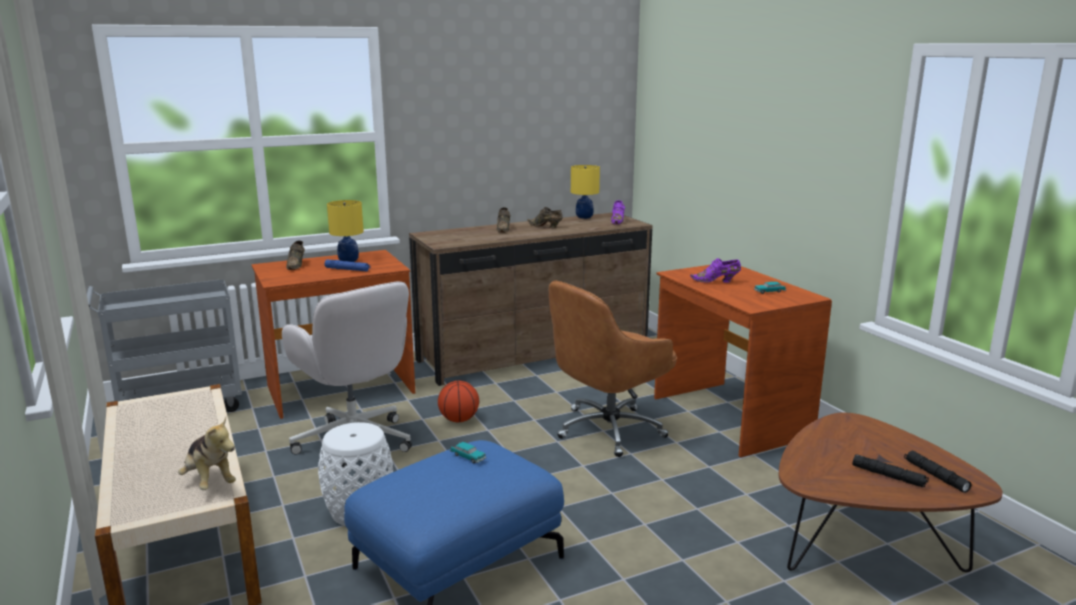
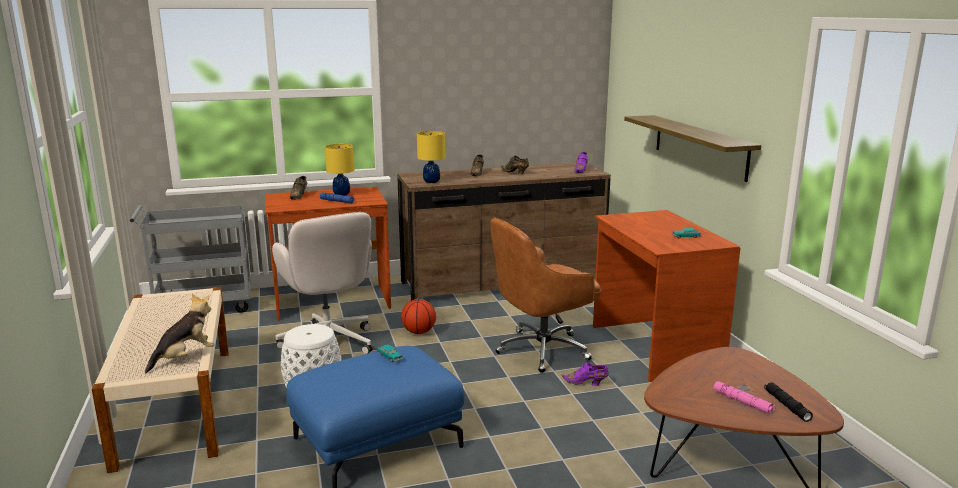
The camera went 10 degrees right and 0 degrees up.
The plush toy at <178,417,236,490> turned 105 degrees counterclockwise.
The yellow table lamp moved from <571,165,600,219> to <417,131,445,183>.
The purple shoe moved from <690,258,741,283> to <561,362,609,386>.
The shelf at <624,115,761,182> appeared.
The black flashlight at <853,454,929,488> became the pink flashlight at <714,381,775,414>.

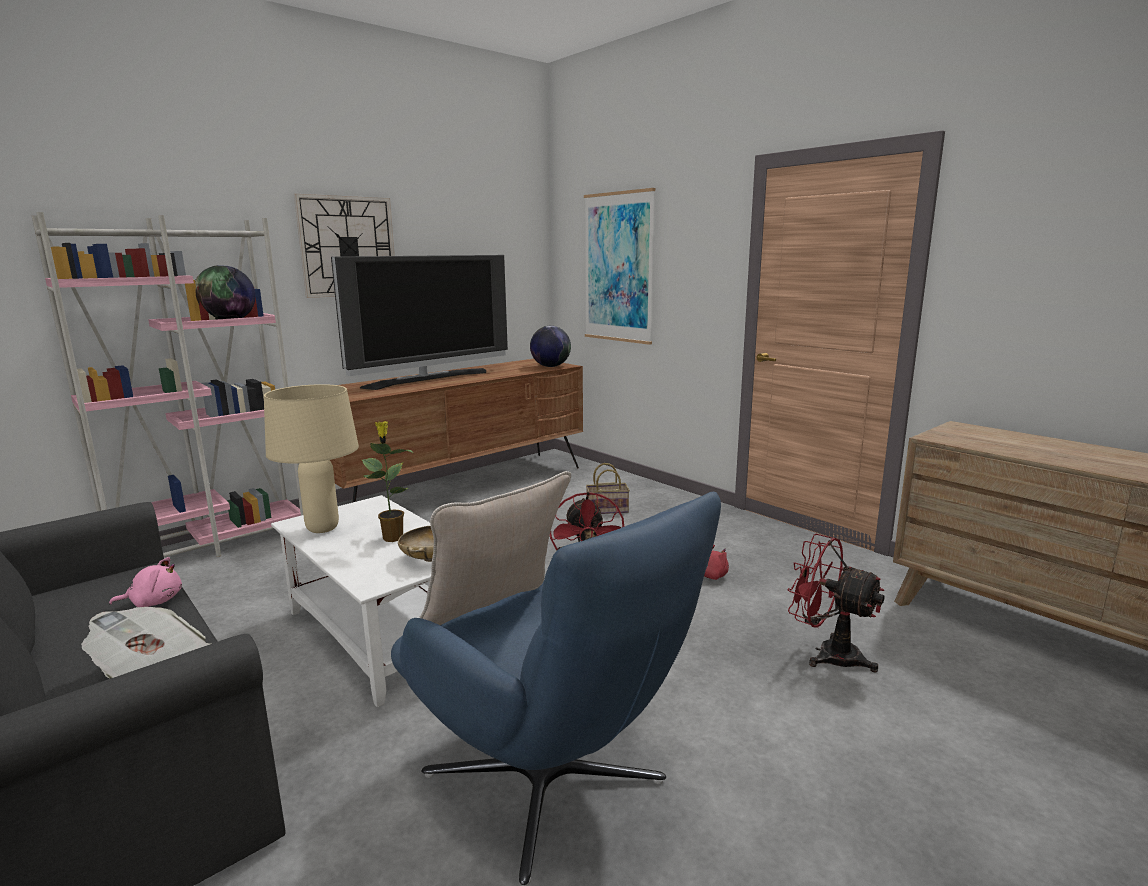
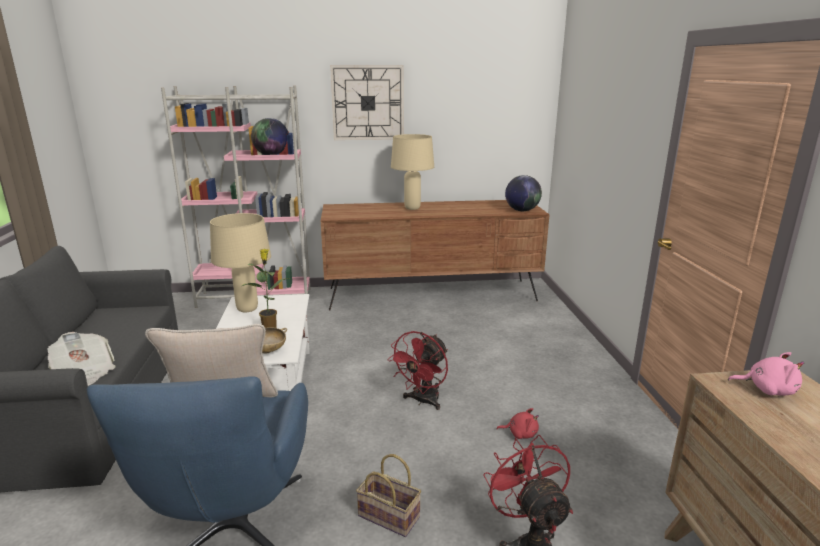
The camera went 35 degrees right and 5 degrees up.
The basket moved from <586,463,630,514> to <356,454,421,537>.
The television at <331,255,508,390> was replaced by the beige table lamp at <391,134,434,210>.
The pink plush toy moved from <109,557,182,607> to <728,352,805,396>.
The picture at <584,188,655,345> disappeared.

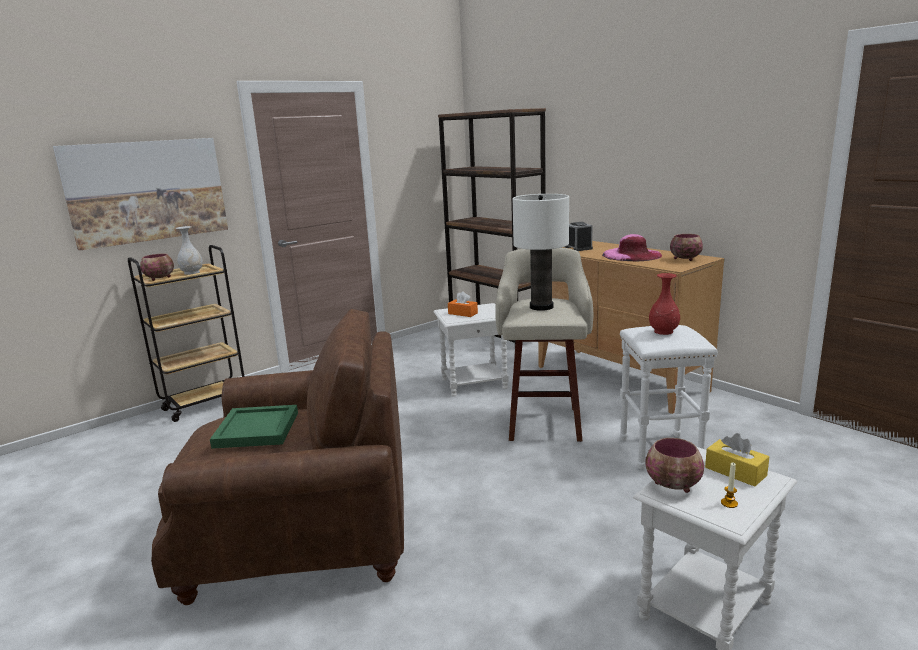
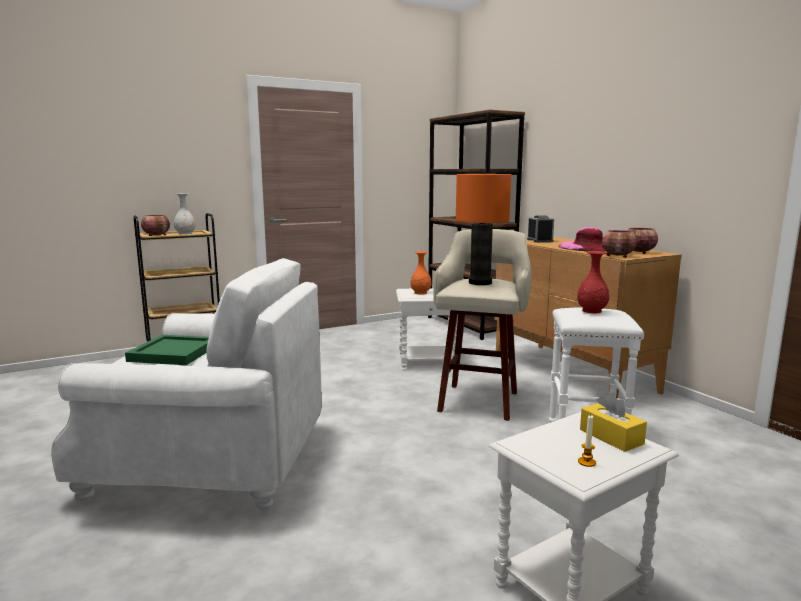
The camera went 10 degrees right and 5 degrees down.
The brown armchair at <151,309,404,605> became the white armchair at <51,258,322,512>.
The orange tissue box at <448,291,478,317> was replaced by the orange vase at <410,251,432,294>.
The white table lamp at <513,194,569,311> became the orange table lamp at <456,172,511,285>.
The bowl moved from <645,438,704,493> to <602,230,637,258>.
The picture at <53,138,228,251> disappeared.

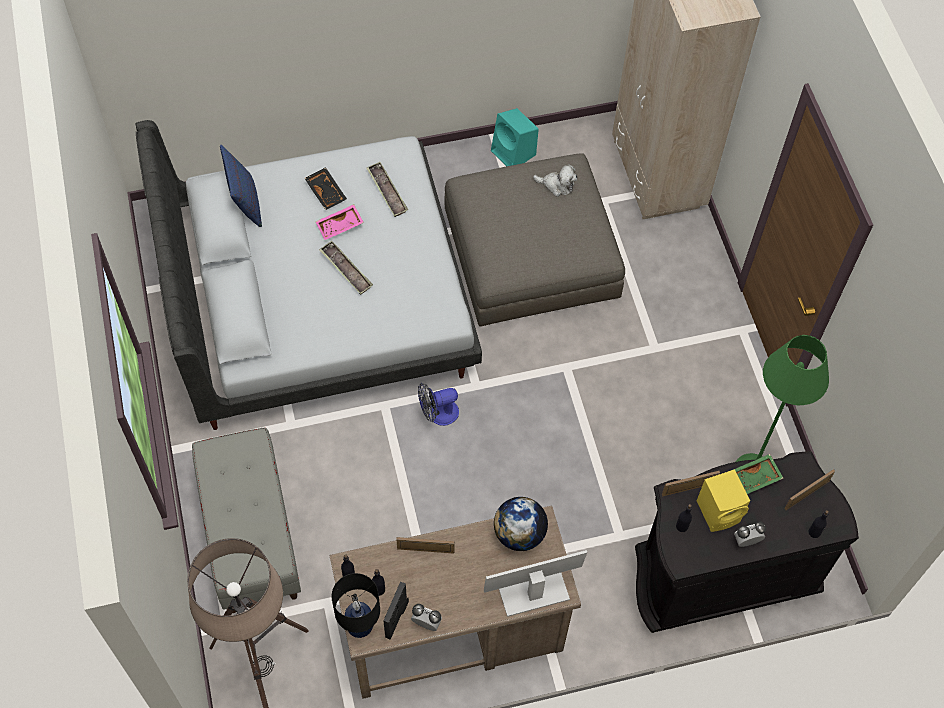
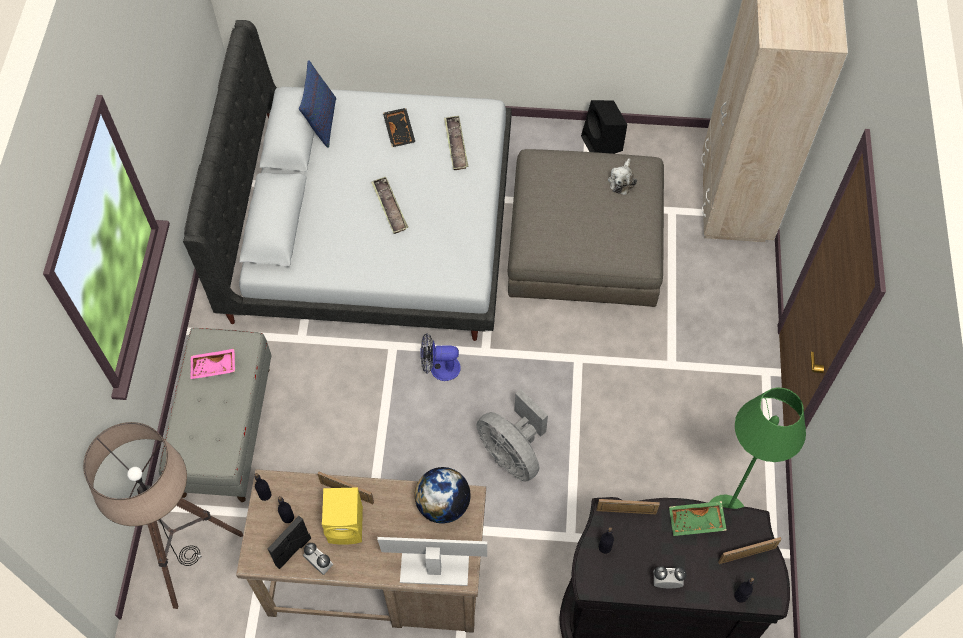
The camera went 20 degrees right and 0 degrees up.
The pink tray moved from <316,204,364,240> to <190,349,235,379>.
The yellow speaker moved from <697,469,750,532> to <322,487,363,545>.
The grey fan at <477,389,548,481> appeared.
The turquoise speaker at <491,108,539,166> became the black speaker at <581,100,627,154>.
The plush toy at <533,164,577,197> turned 75 degrees clockwise.
The black table lamp at <332,573,380,638> disappeared.

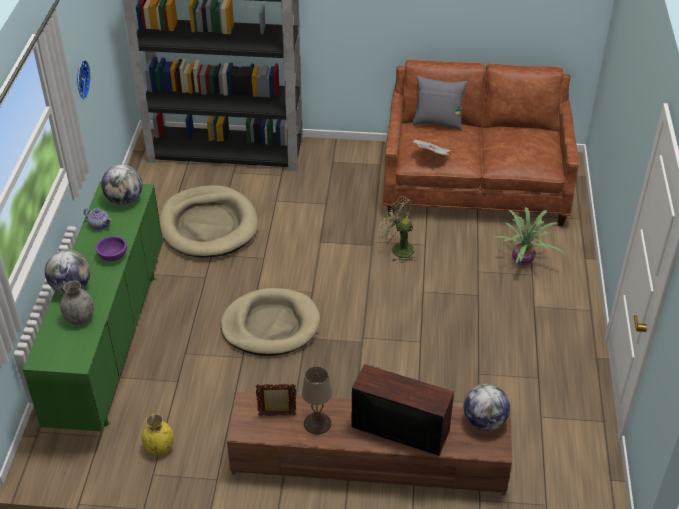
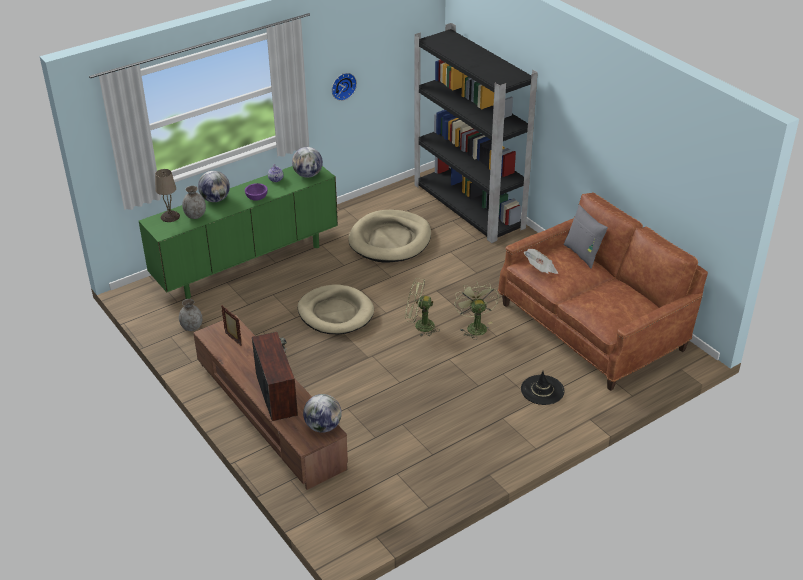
The camera went 50 degrees right and 5 degrees down.
The beige table lamp moved from <302,366,332,435> to <155,169,180,222>.
The yellow vase at <142,414,174,455> became the grey vase at <179,299,202,331>.
The green fan at <405,278,440,336> appeared.
The potted plant at <494,207,565,266> was replaced by the black hat at <521,371,565,405>.

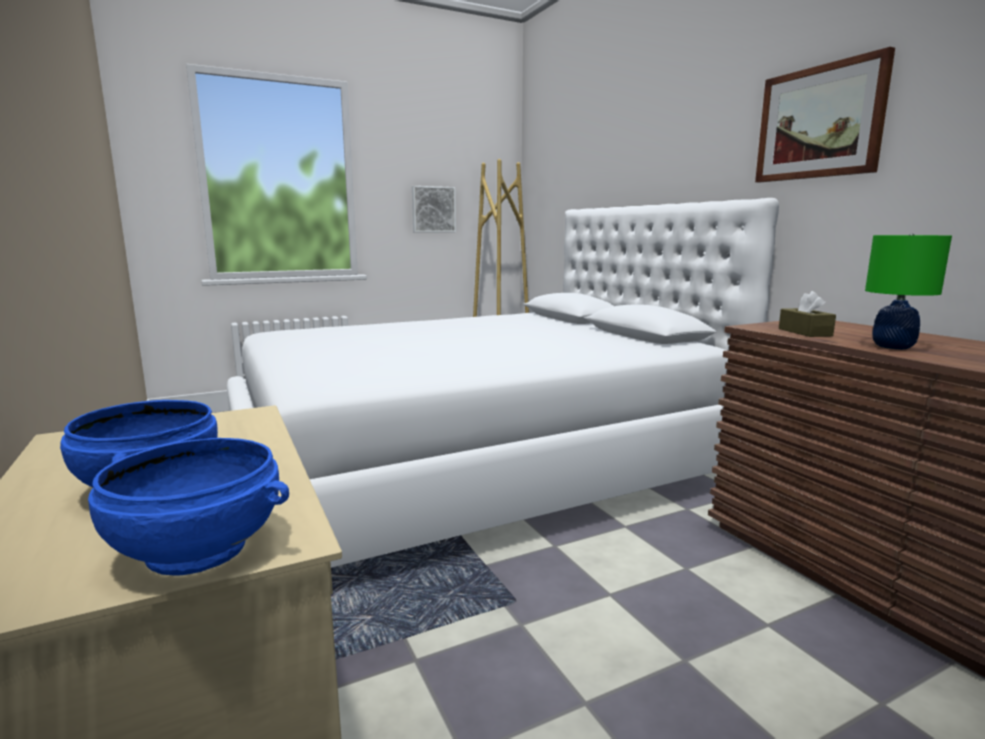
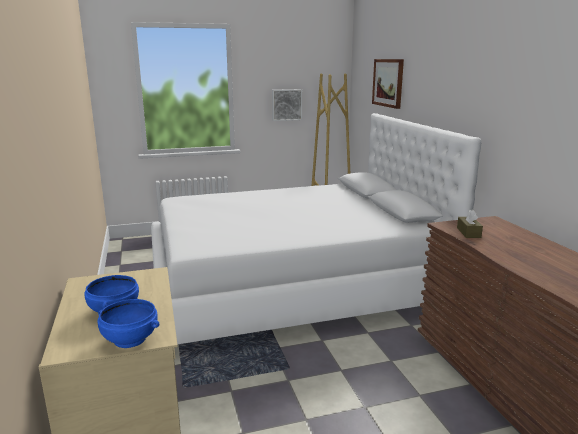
The camera went 10 degrees right and 5 degrees up.
The picture moved from <755,47,895,182> to <372,59,404,109>.
The green table lamp at <865,233,952,350> disappeared.

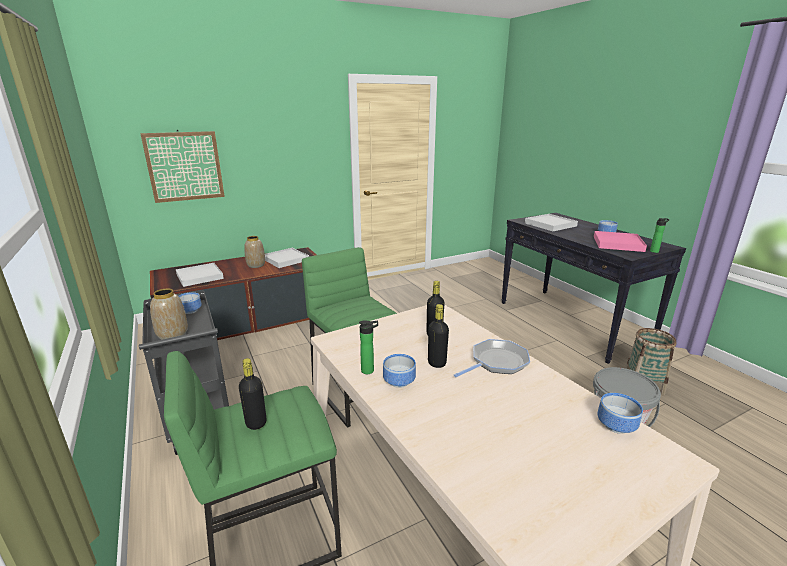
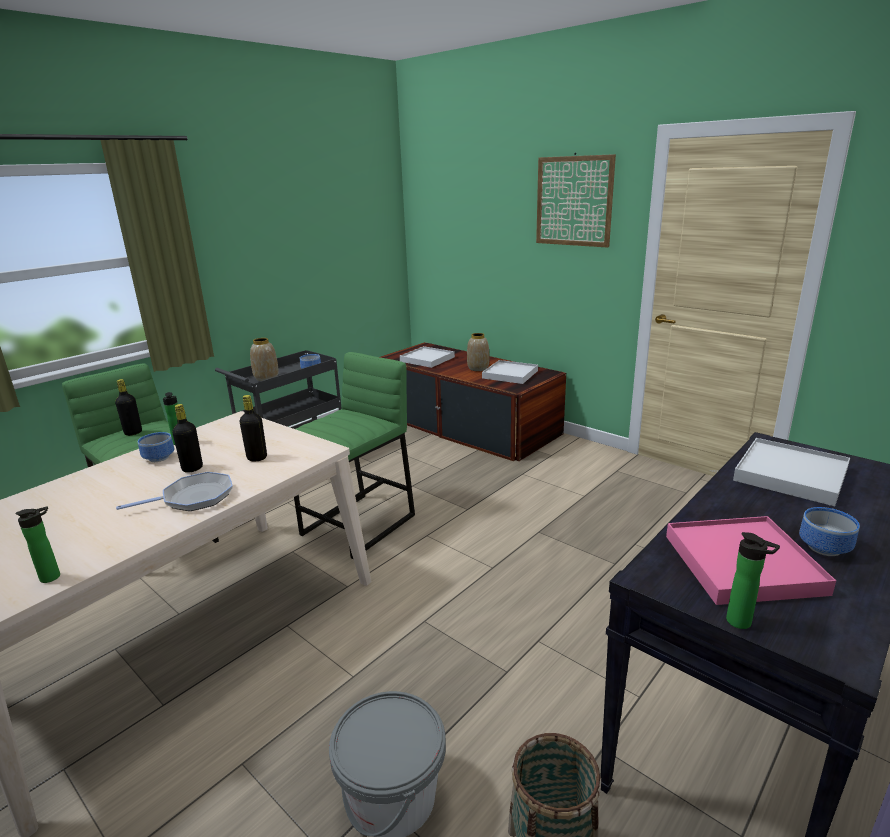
The camera went 70 degrees right and 0 degrees up.
The bowl at <597,393,643,434> was replaced by the bottle at <15,506,60,583>.
The frying pan at <453,339,530,377> turned 60 degrees counterclockwise.
The picture moved from <140,130,225,203> to <536,153,616,248>.

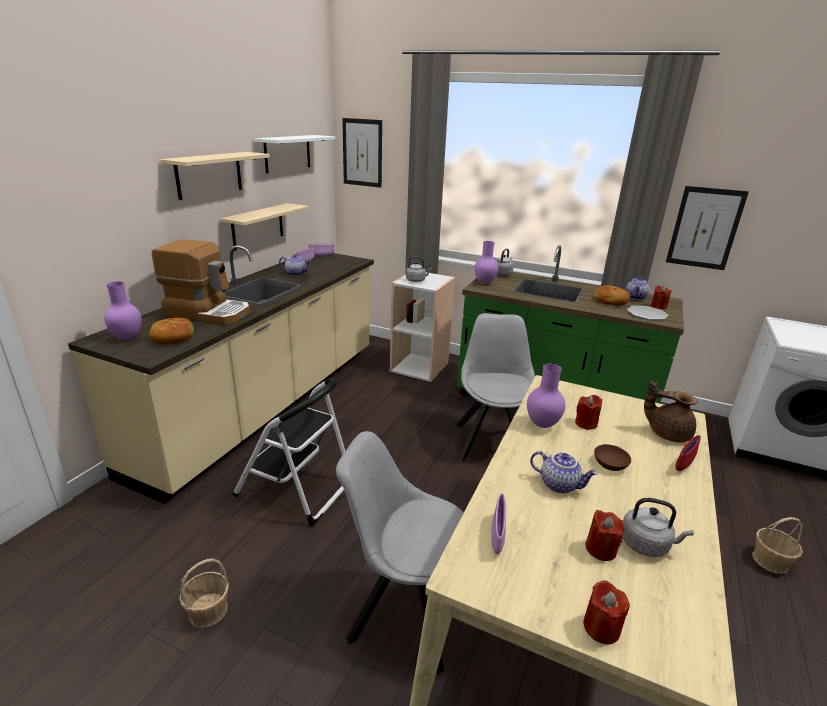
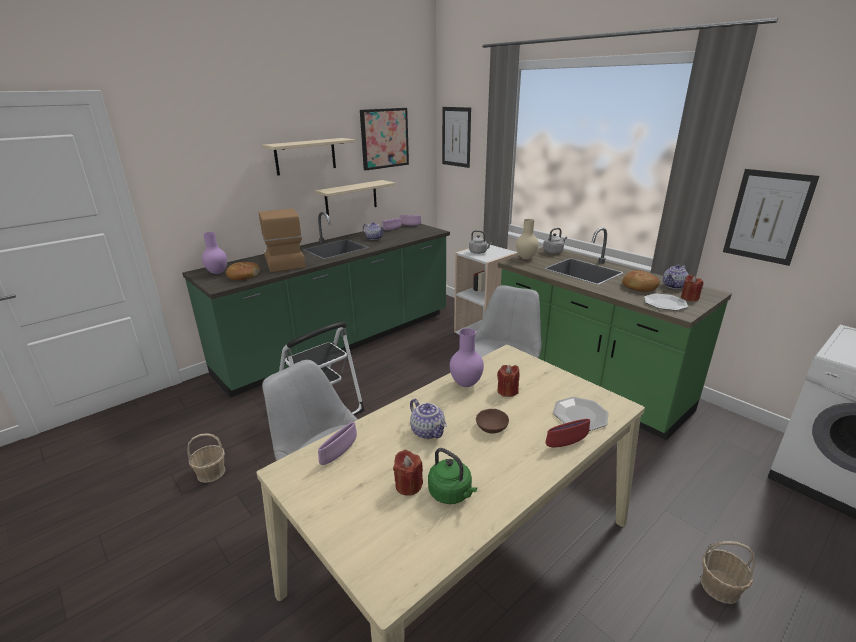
The camera went 25 degrees right and 0 degrees up.
The beige counter at <68,245,374,504> became the green counter at <182,212,450,398>.
The coffee machine at <152,239,250,325> turned 150 degrees counterclockwise.
The white shelf at <255,135,335,173> was replaced by the picture at <360,108,409,170>.
The grey kettle at <622,498,694,557> became the green kettle at <428,448,477,504>.
The purple vase at <474,241,498,284> became the beige vase at <516,219,539,259>.
The brown teapot at <644,380,697,443> was replaced by the plate at <553,397,609,431>.
The red candle at <583,580,630,644> disappeared.

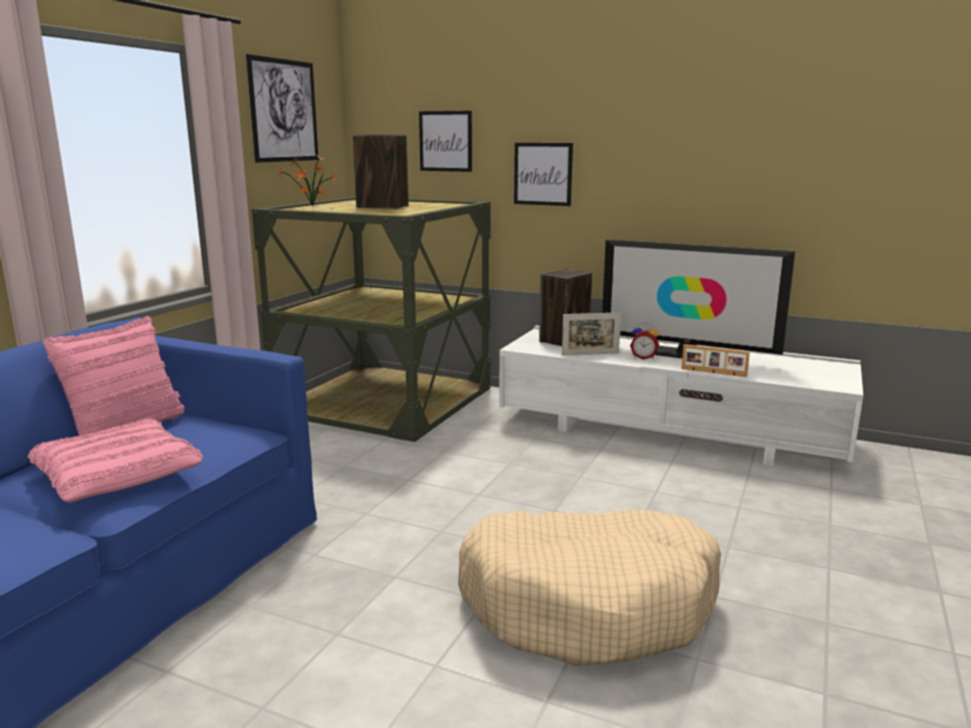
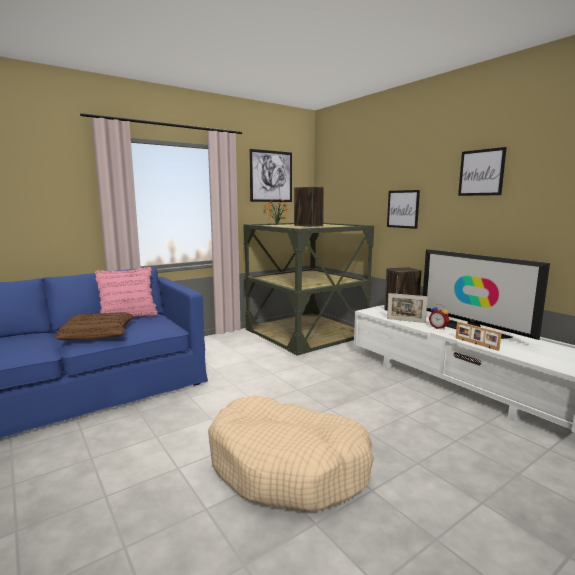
The camera went 30 degrees right and 5 degrees down.
The pink pillow at <27,418,203,503> became the brown pillow at <56,312,133,340>.
The picture moved from <419,111,472,172> to <458,147,507,196>.

